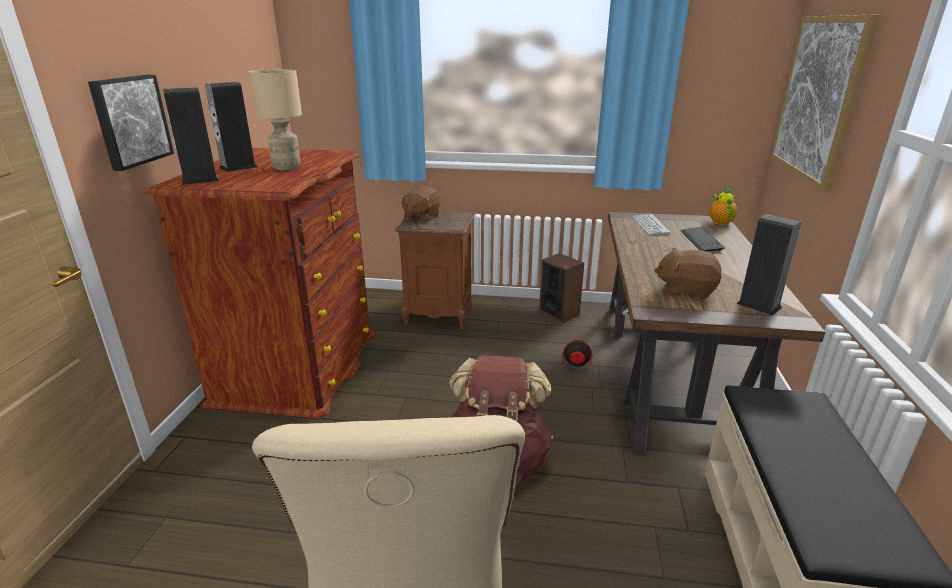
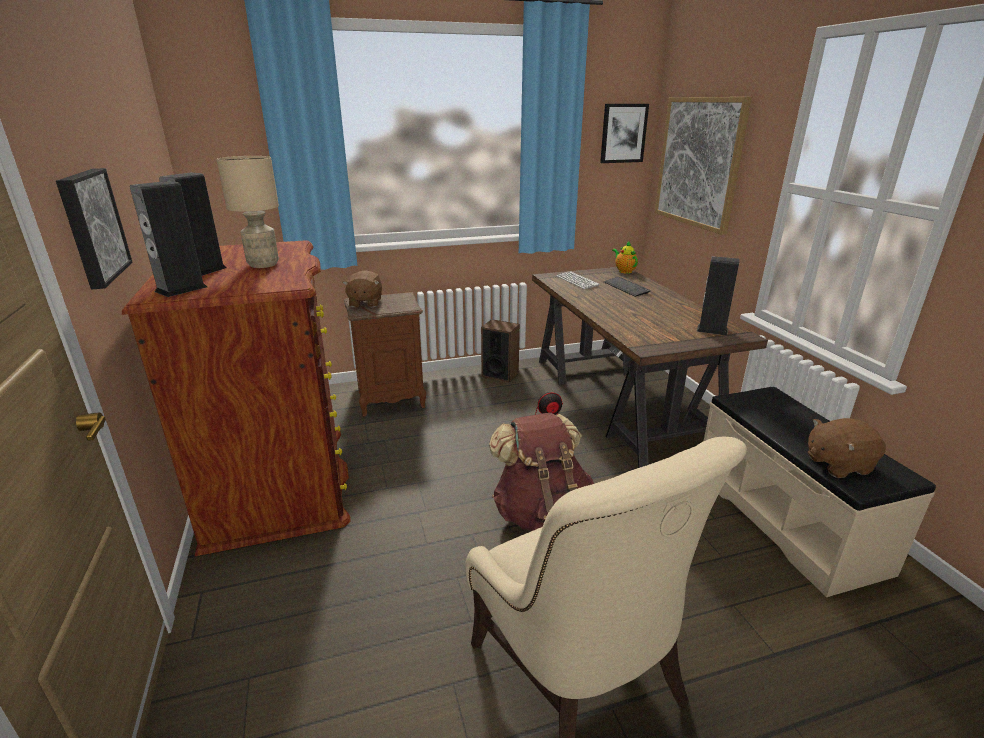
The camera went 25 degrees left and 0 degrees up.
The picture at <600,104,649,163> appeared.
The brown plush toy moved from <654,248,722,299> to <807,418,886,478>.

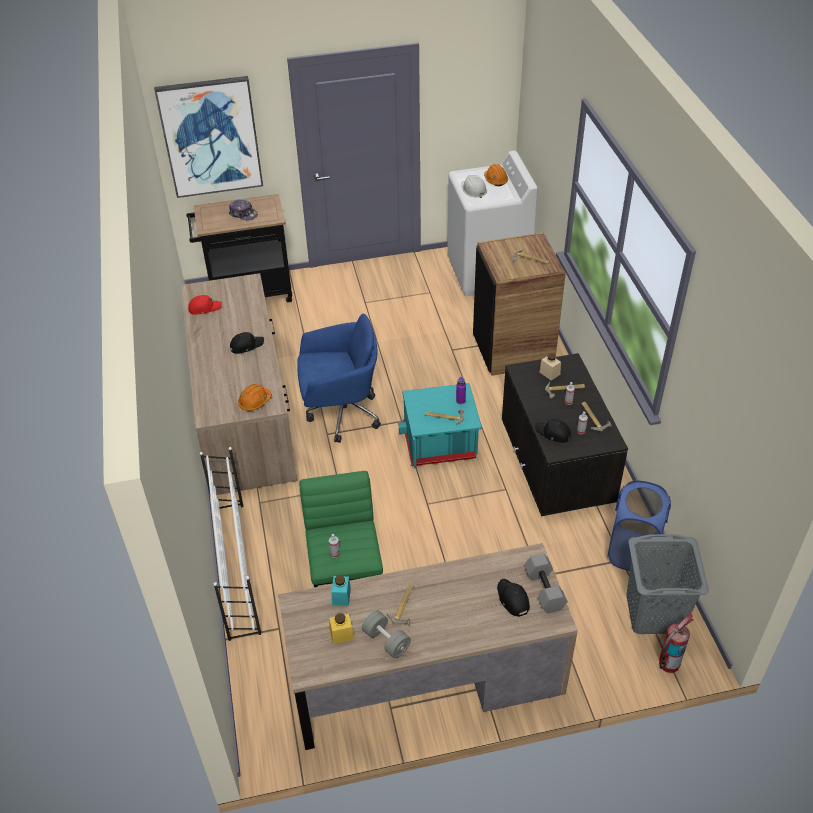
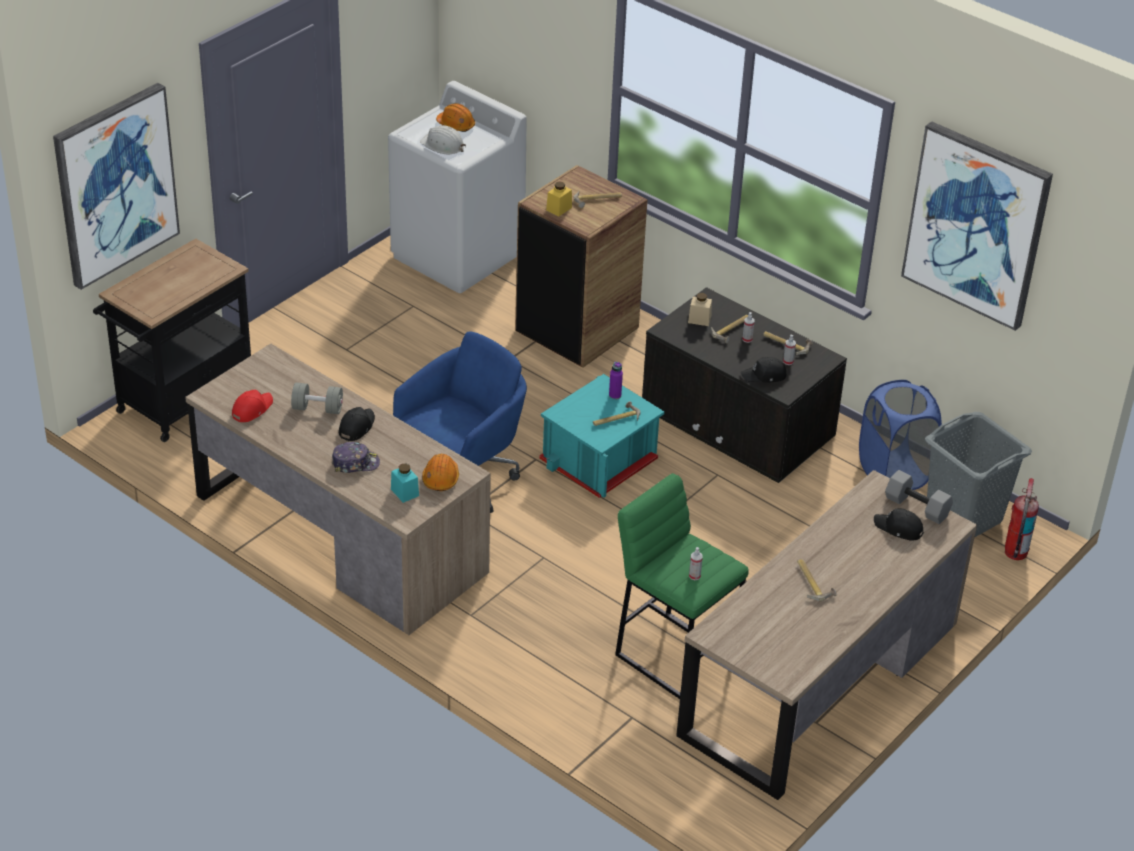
The camera went 40 degrees left and 5 degrees down.
The grey dumbbell moved from <362,610,411,658> to <291,382,343,414>.
The cap moved from <229,200,258,220> to <332,442,380,473>.
The turquoise jar moved from <331,575,351,606> to <391,464,419,503>.
The yellow jar moved from <329,613,354,644> to <546,181,572,216>.
The picture at <901,121,1053,331> appeared.
The white shoe rack at <200,447,262,642> disappeared.

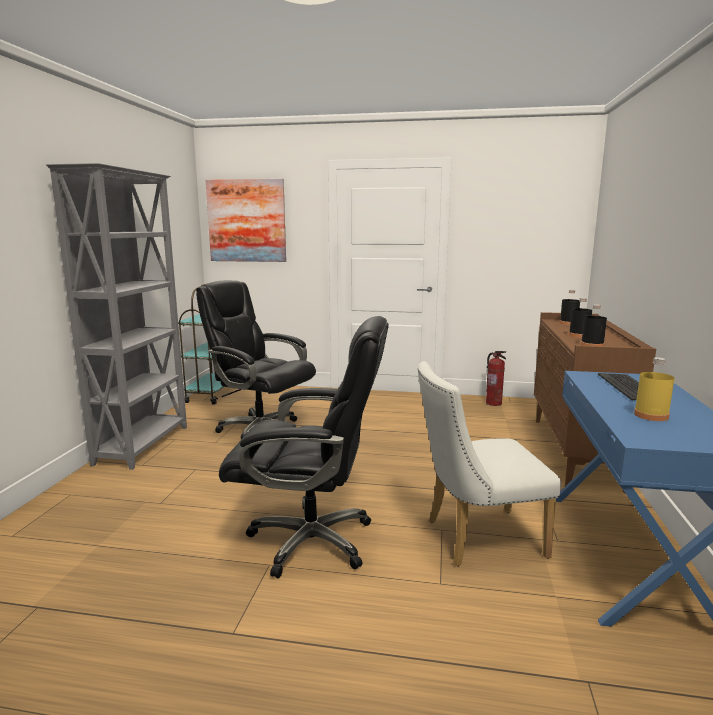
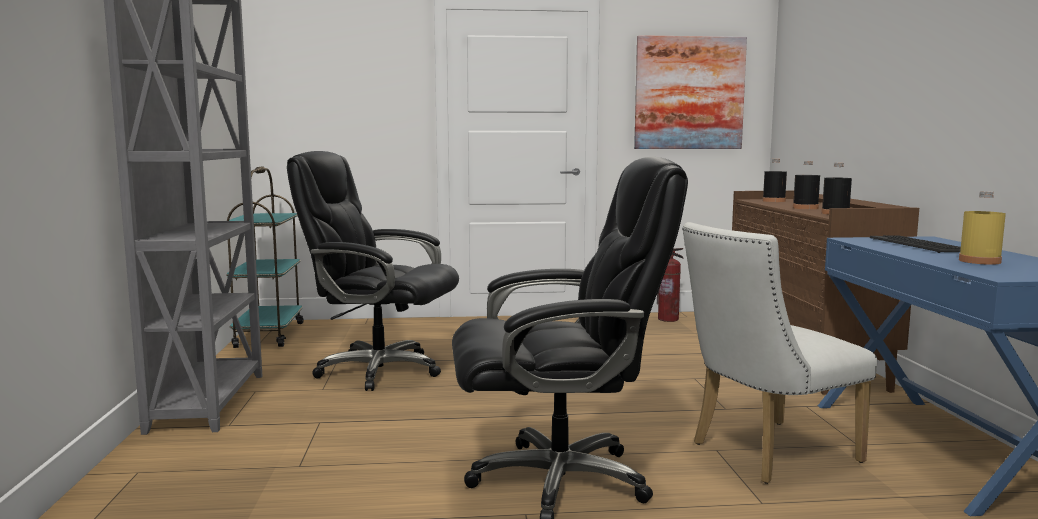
The camera went 15 degrees left and 5 degrees down.
The picture moved from <206,179,286,262> to <634,35,747,149>.

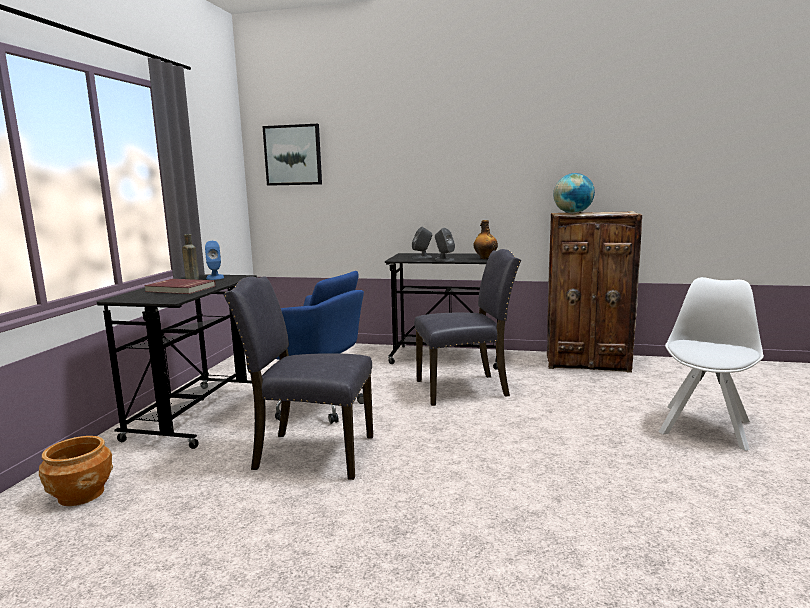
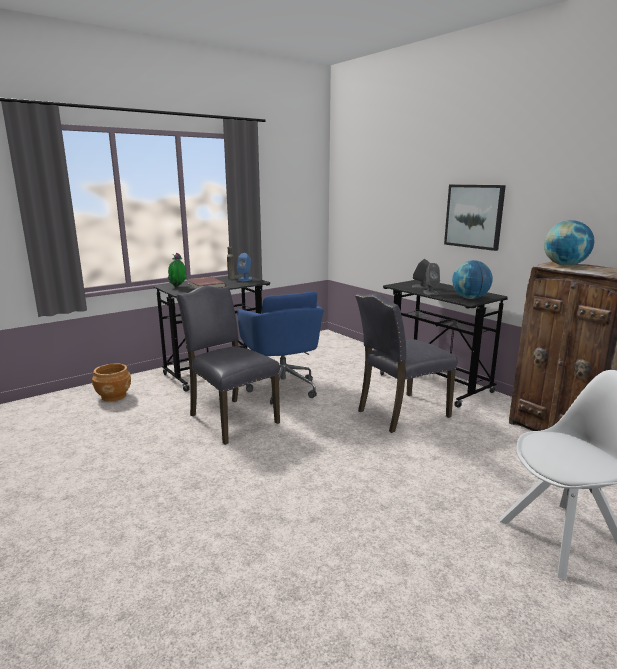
The camera went 40 degrees right and 5 degrees up.
The potted plant at <168,253,187,287> appeared.
The grey chair at <414,249,521,406> turned 120 degrees clockwise.
The picture moved from <262,124,322,186> to <444,185,506,251>.
The bottle at <473,220,498,259> was replaced by the globe at <452,260,493,299>.

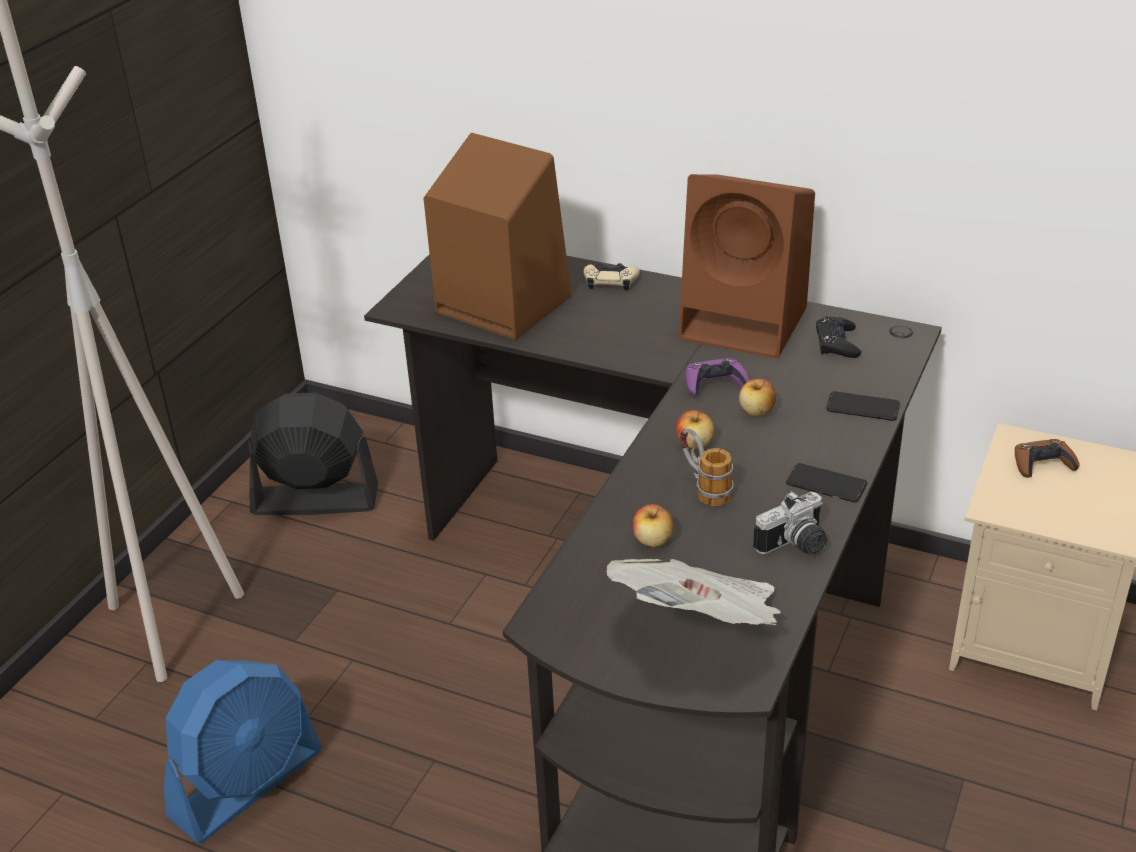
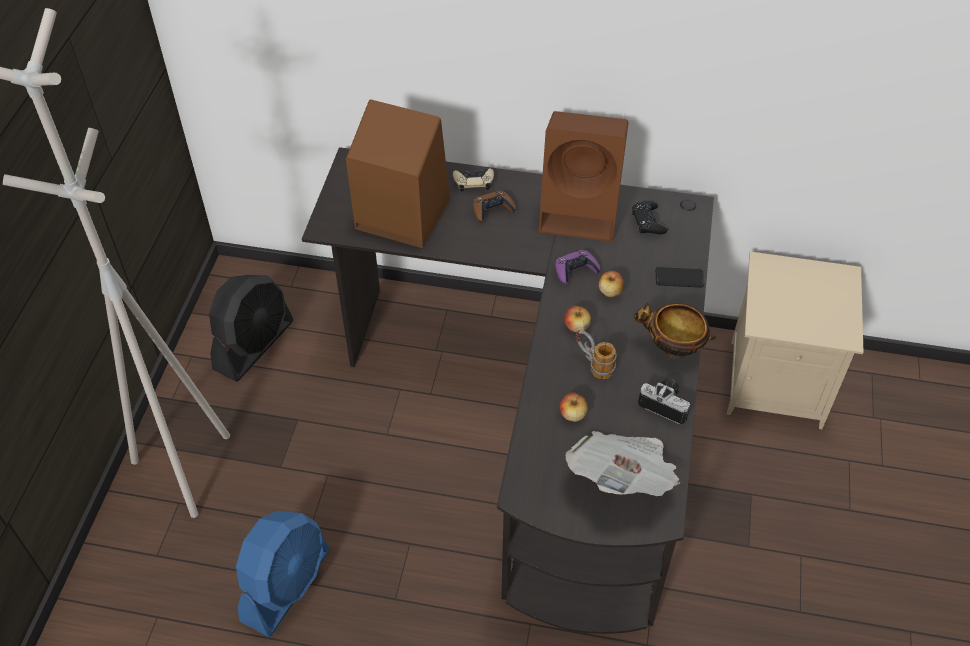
The camera went 15 degrees left and 15 degrees up.
The black fan at <248,393,378,515> turned 135 degrees clockwise.
The brown game controller moved from <1015,439,1079,478> to <473,190,516,223>.
The phone at <786,463,867,502> was replaced by the bowl at <634,302,716,359>.
The photo camera at <753,491,827,555> turned 105 degrees counterclockwise.

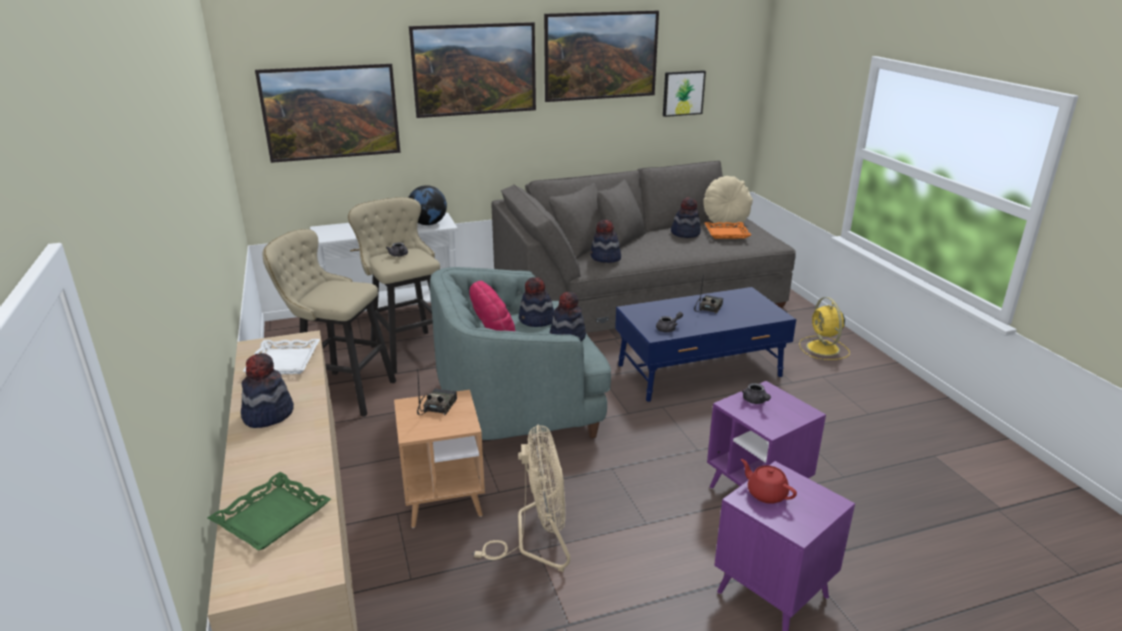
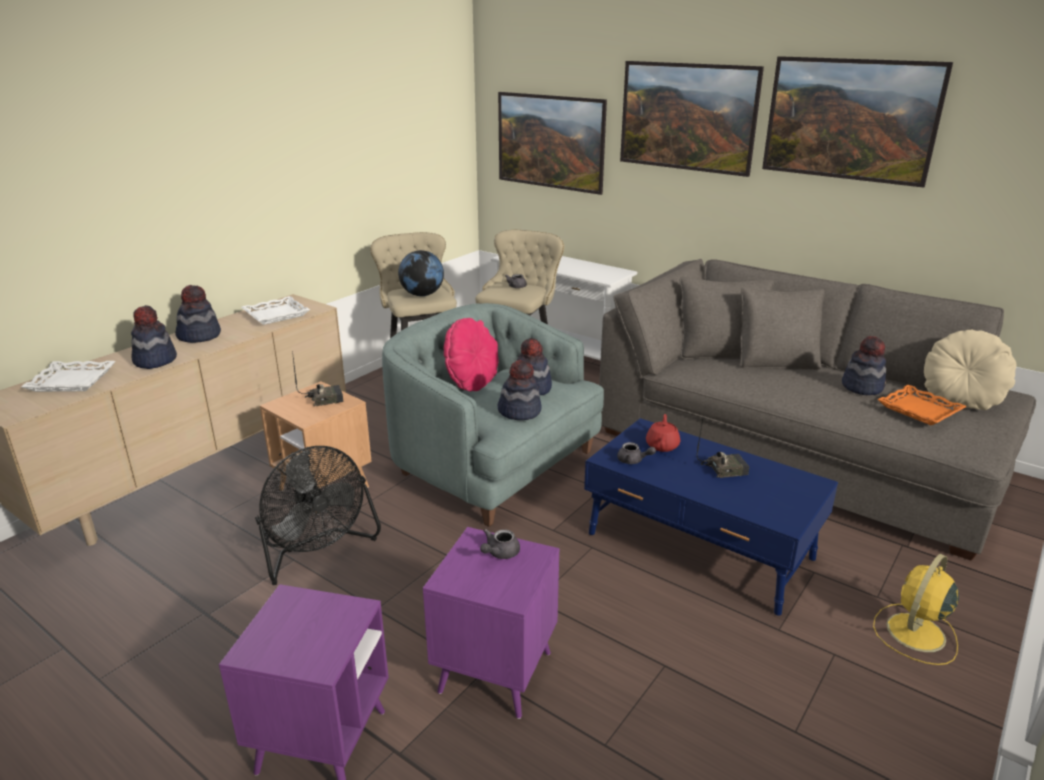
The camera went 55 degrees right and 0 degrees up.
The green tray at <207,472,331,550> became the white tray at <21,361,116,392>.
The hat moved from <590,219,621,263> to <131,305,177,369>.
The beige fan at <472,424,570,572> became the black fan at <255,446,381,585>.
The globe moved from <408,185,447,225> to <398,250,444,296>.
The red teapot moved from <741,459,797,504> to <646,414,680,452>.
The picture at <663,70,706,117> disappeared.

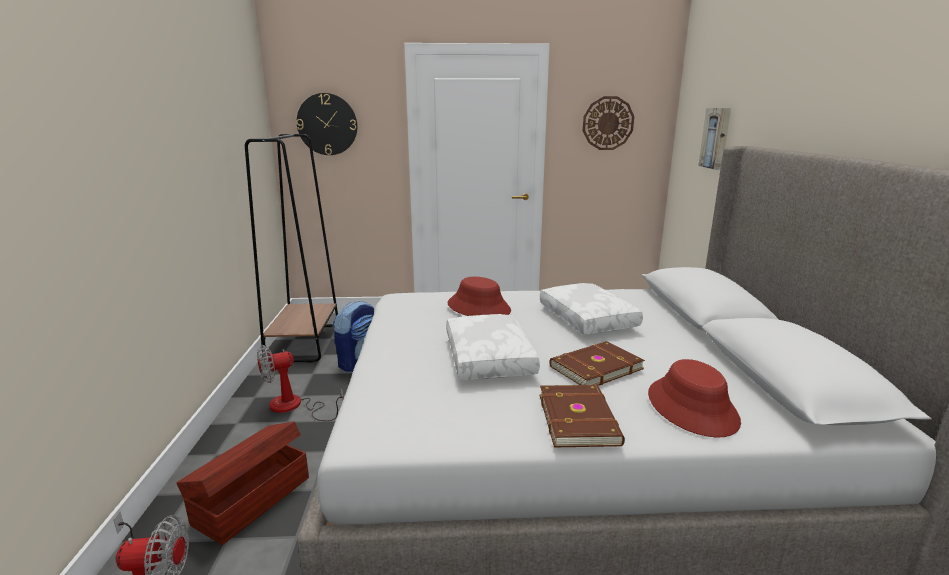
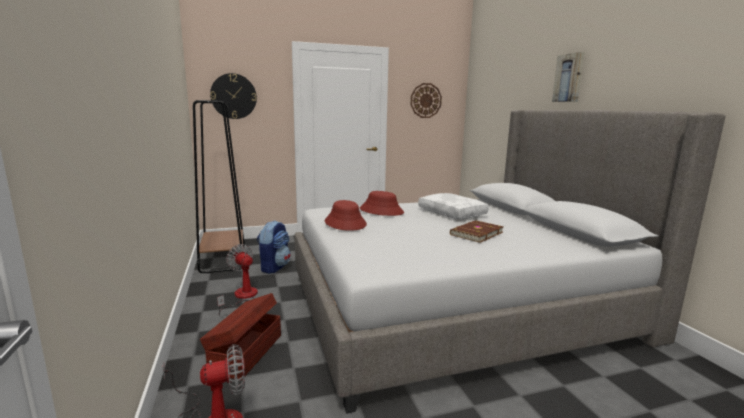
The camera went 15 degrees left and 5 degrees down.
The fan at <257,345,344,421> turned 90 degrees clockwise.
The red hat moved from <648,359,741,438> to <325,200,367,231>.
The picture moved from <698,108,731,170> to <552,52,585,102>.
The white pillow at <446,314,540,380> disappeared.
The brown book at <540,385,625,447> disappeared.

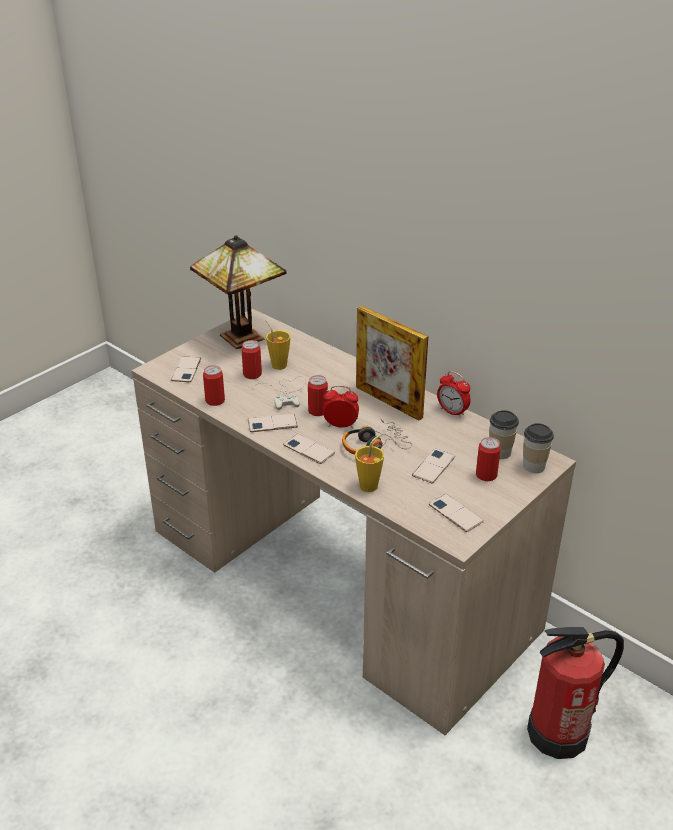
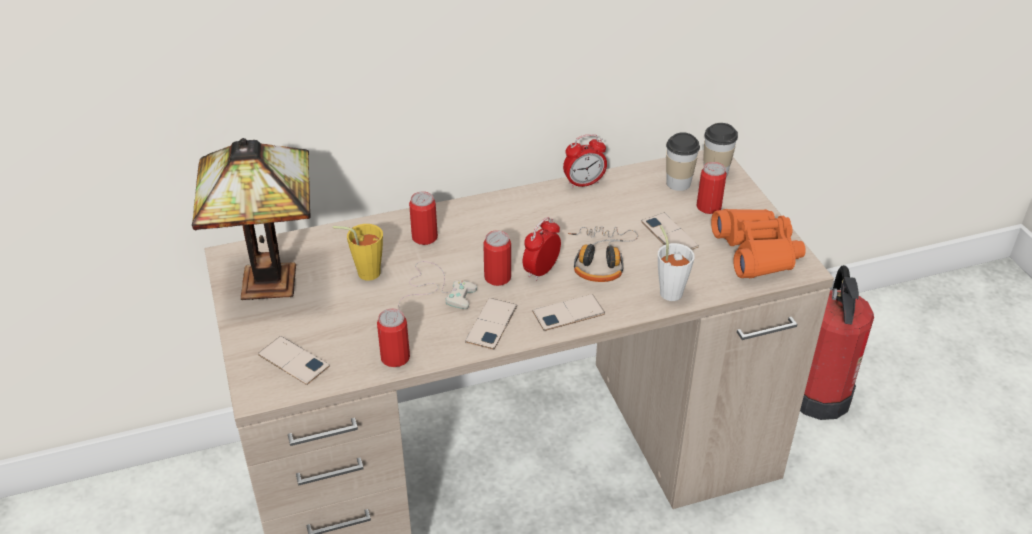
The camera went 60 degrees left and 5 degrees up.
The can moved from <241,340,262,379> to <409,191,438,245>.
The yellow cup at <355,433,384,492> became the white cup at <658,226,695,301>.
The phone at <429,494,484,532> was replaced by the orange binoculars at <711,209,806,278>.
The picture frame at <356,306,428,421> disappeared.

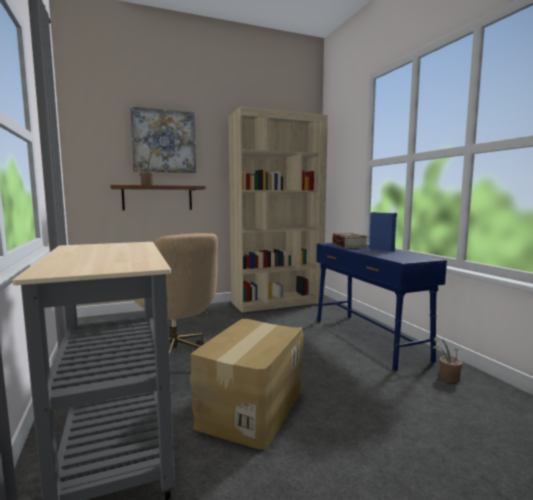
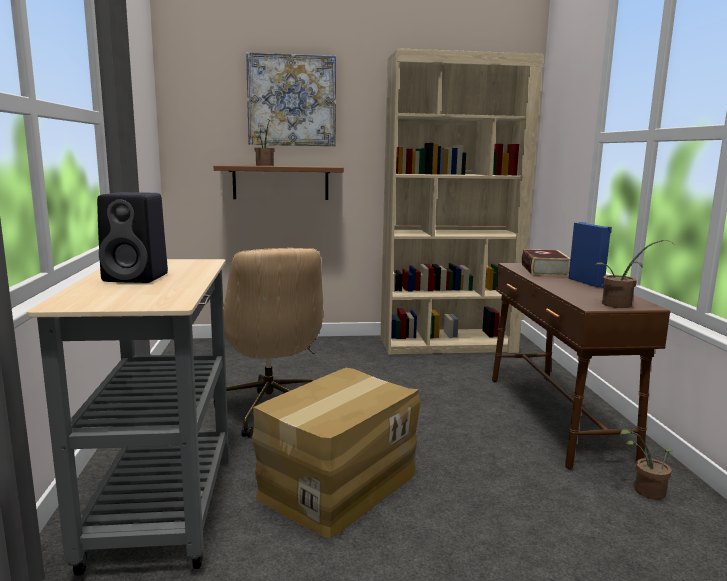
The camera went 15 degrees right and 5 degrees up.
The black speaker at <97,192,168,283> appeared.
The blue console table at <316,243,447,371> became the brown console table at <492,263,670,469>.
The potted plant at <595,240,672,308> appeared.

